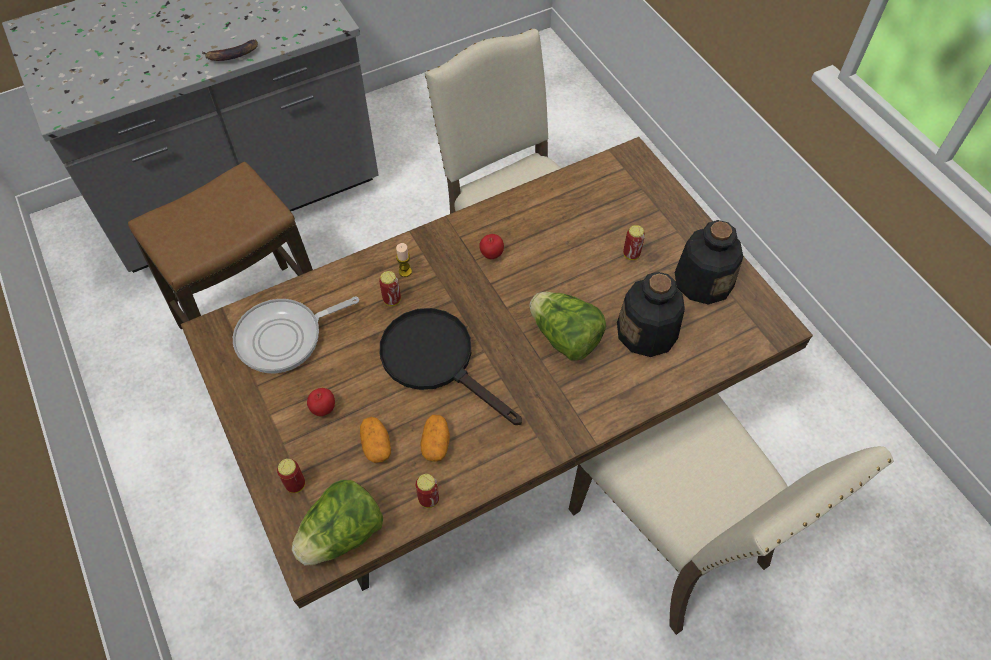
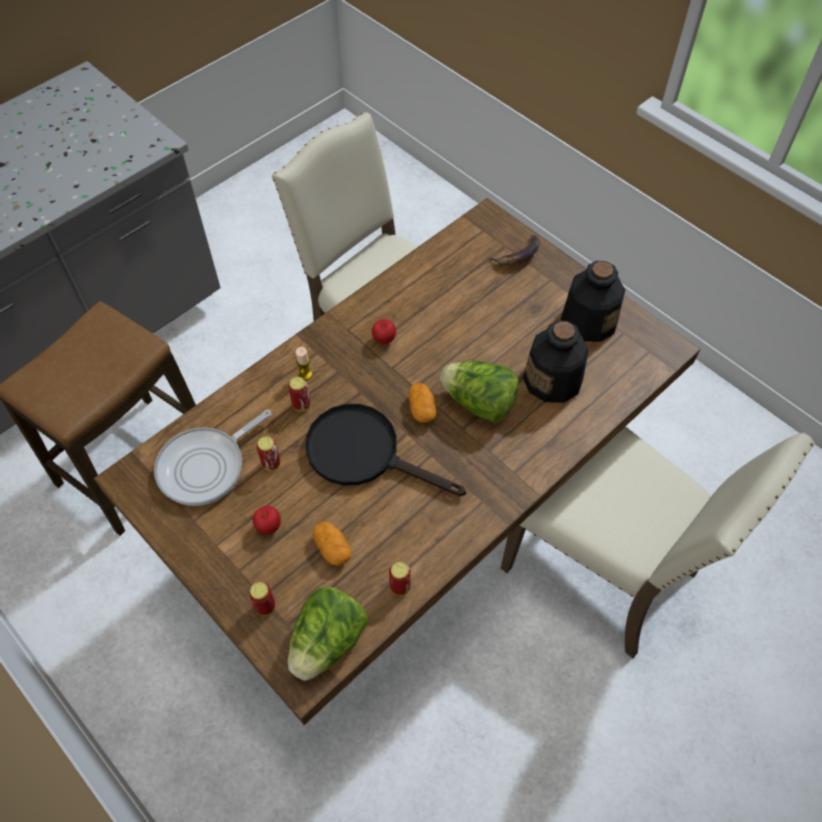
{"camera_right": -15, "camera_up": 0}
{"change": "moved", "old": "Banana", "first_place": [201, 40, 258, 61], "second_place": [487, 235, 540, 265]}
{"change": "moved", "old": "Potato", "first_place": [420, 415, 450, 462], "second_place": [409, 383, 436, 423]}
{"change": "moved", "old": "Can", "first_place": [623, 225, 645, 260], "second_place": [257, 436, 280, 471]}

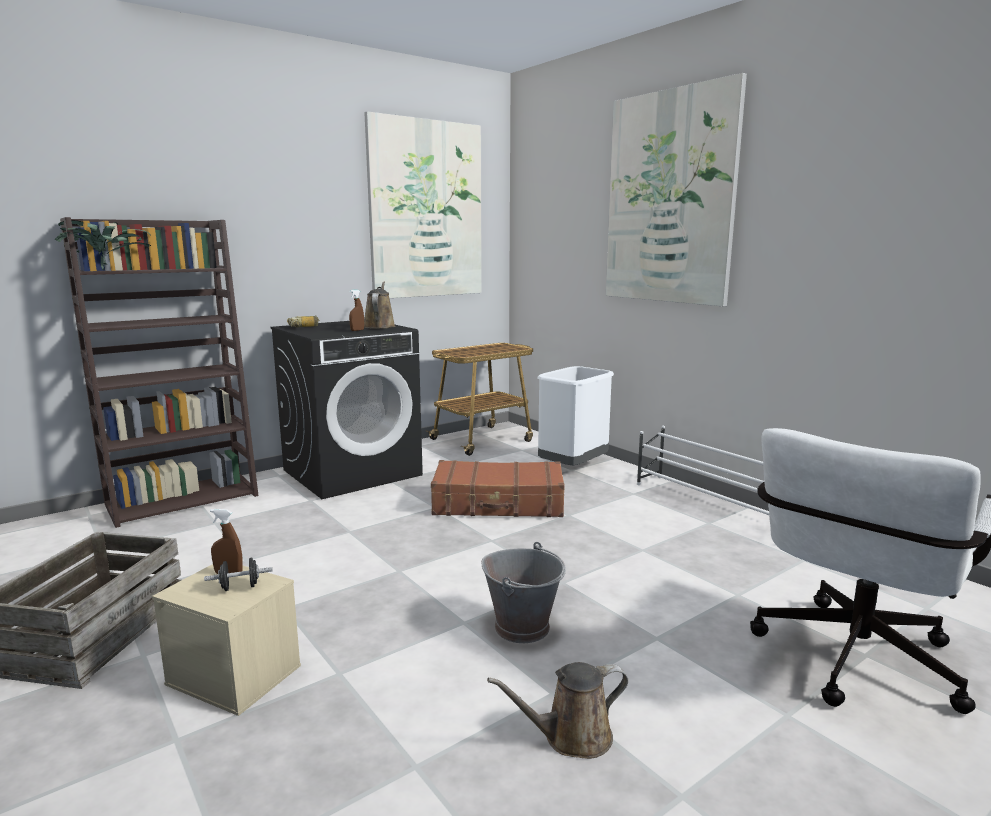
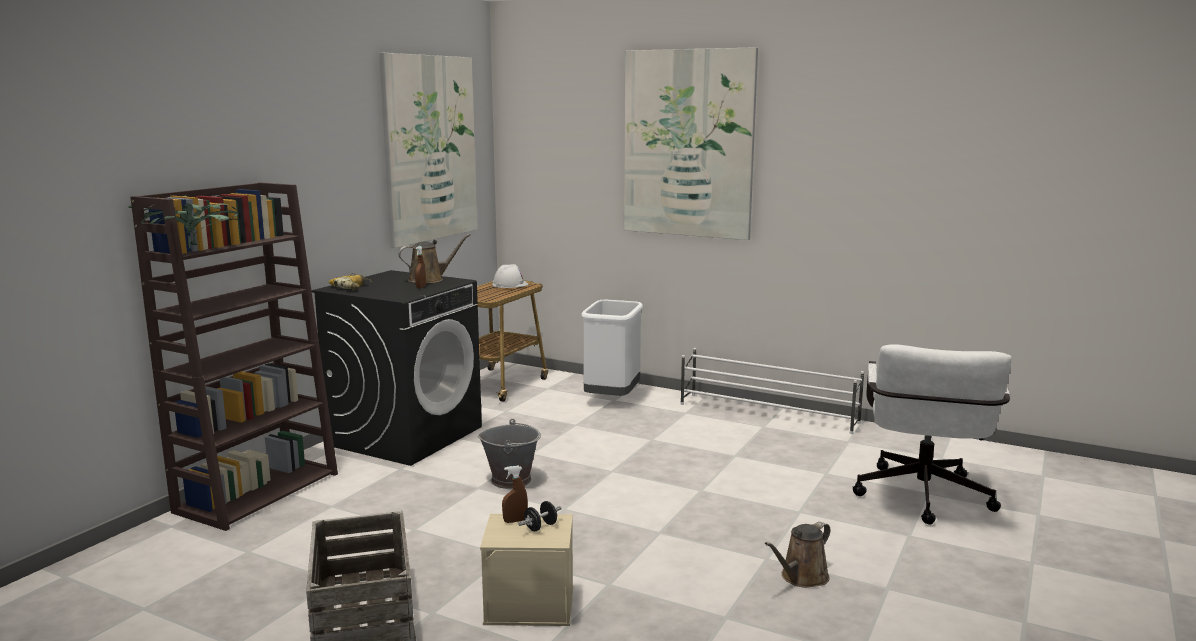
{"camera_right": -25, "camera_up": 0}
{"change": "turned", "old": "BrownWateringCan", "first_place": [364, 281, 396, 329], "second_place": [398, 234, 470, 283], "degrees": 90}
{"change": "removed", "old": "BrownSuitcase", "first_place": [431, 460, 565, 517]}
{"change": "moved", "old": "GreyBucket", "first_place": [482, 542, 566, 643], "second_place": [478, 419, 541, 489]}
{"change": "added", "new": "WhiteHardHat", "second_place": [492, 264, 529, 288]}

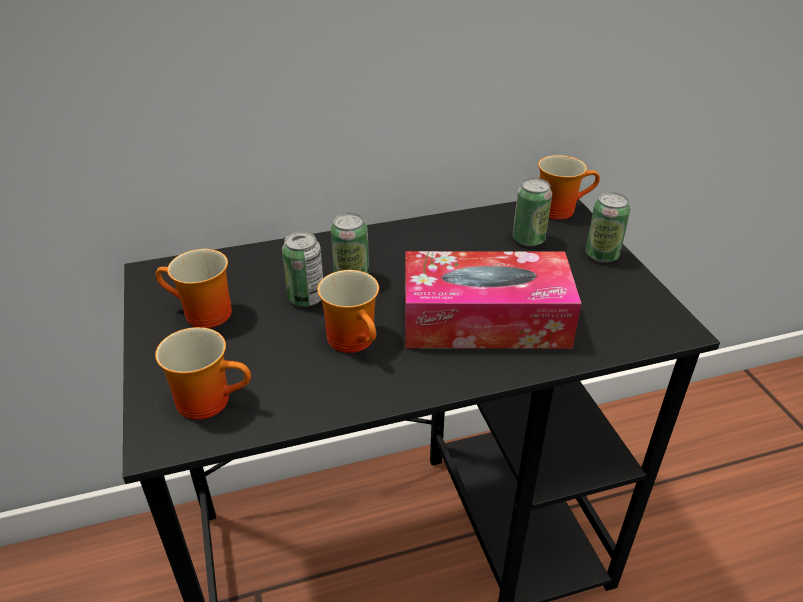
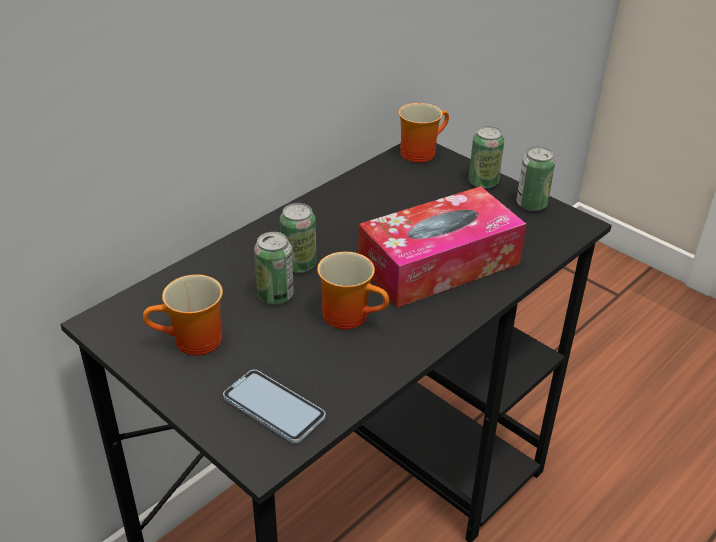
{"camera_right": -30, "camera_up": 0}
{"change": "replaced", "old": "Mug", "new": "Phone", "first_place": [155, 327, 251, 420], "second_place": [223, 370, 326, 443]}
{"change": "moved", "old": "Can", "first_place": [513, 178, 552, 246], "second_place": [516, 146, 555, 211]}

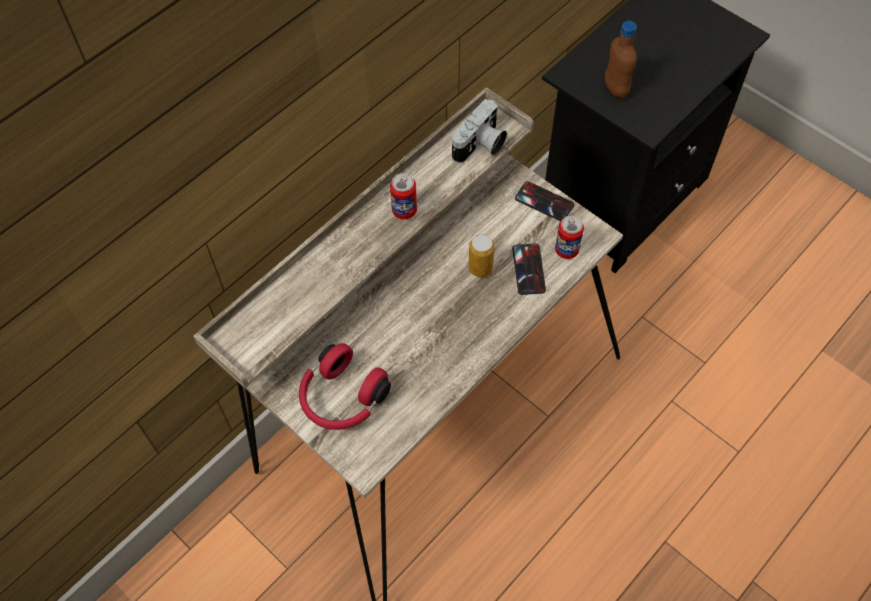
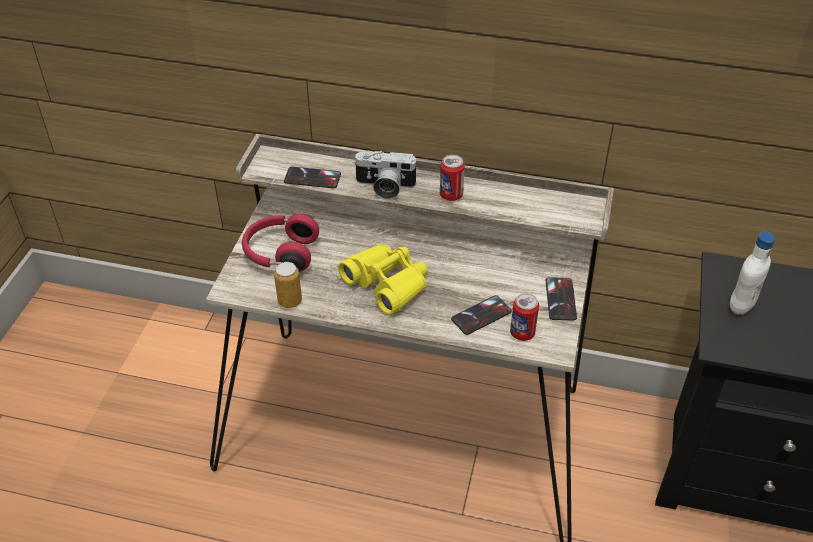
{"camera_right": 60, "camera_up": -15}
{"change": "moved", "old": "PhotoCamera", "first_place": [452, 99, 507, 163], "second_place": [353, 151, 419, 199]}
{"change": "moved", "old": "Can", "first_place": [469, 234, 495, 277], "second_place": [274, 262, 302, 308]}
{"change": "recoloured", "old": "BrownBottle", "new": "WhiteBottle", "first_place": [605, 21, 637, 98], "second_place": [730, 232, 775, 314]}
{"change": "added", "new": "Phone", "second_place": [284, 167, 341, 188]}
{"change": "added", "new": "YellowBinoculars", "second_place": [338, 244, 428, 315]}

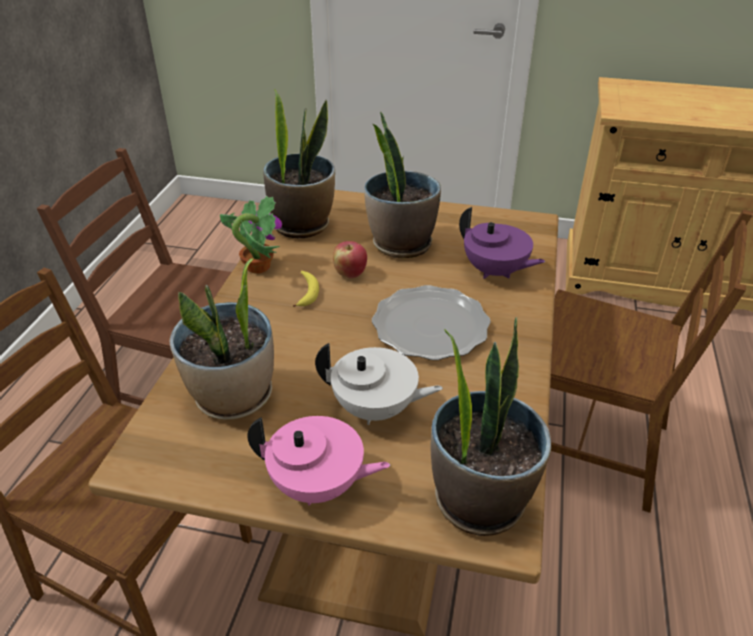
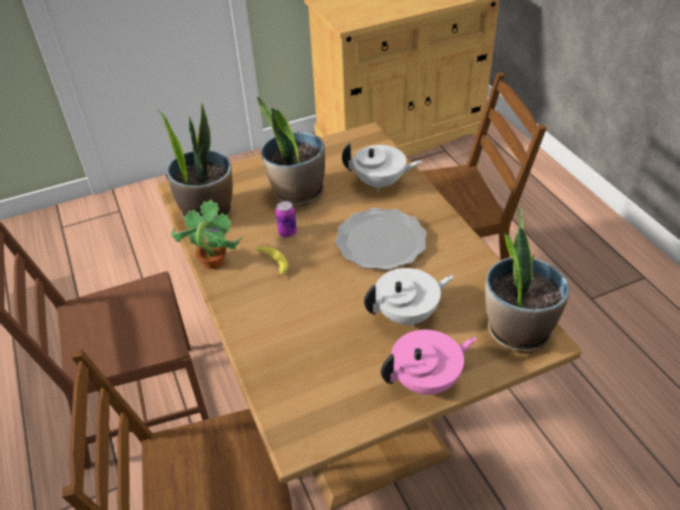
{"camera_right": -35, "camera_up": 5}
{"change": "removed", "old": "PottedPlant", "first_place": [170, 258, 274, 420]}
{"change": "replaced", "old": "Apple", "new": "Can", "first_place": [333, 241, 367, 278], "second_place": [275, 201, 297, 238]}
{"change": "recoloured", "old": "PurpleTeapot", "new": "WhiteTeapot", "first_place": [459, 207, 545, 279], "second_place": [342, 143, 422, 192]}

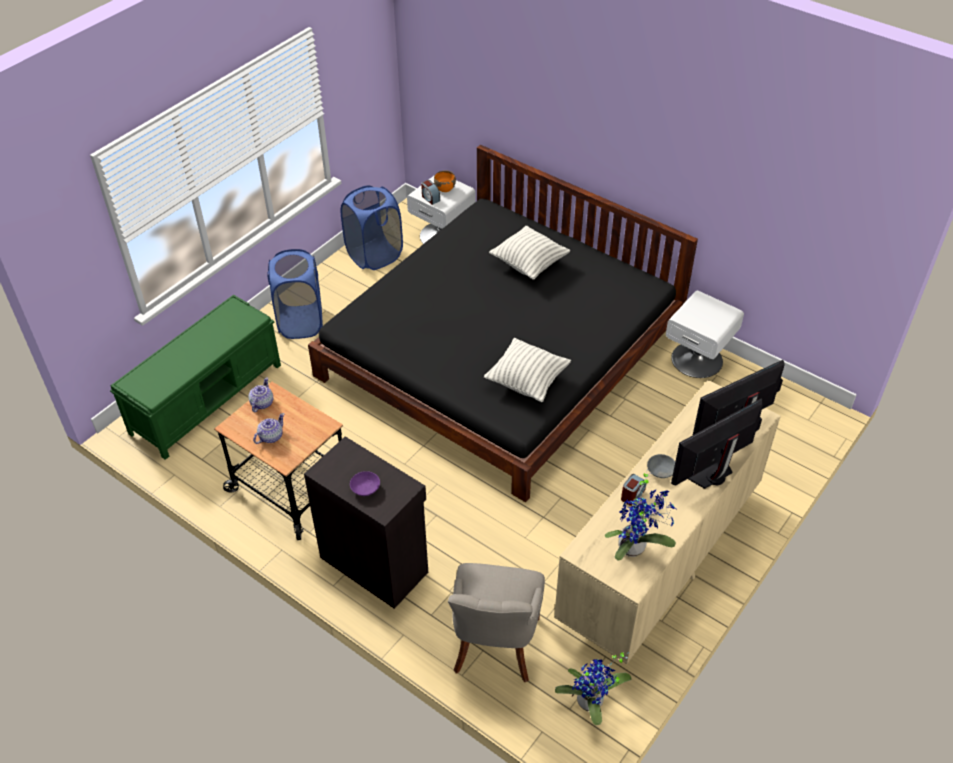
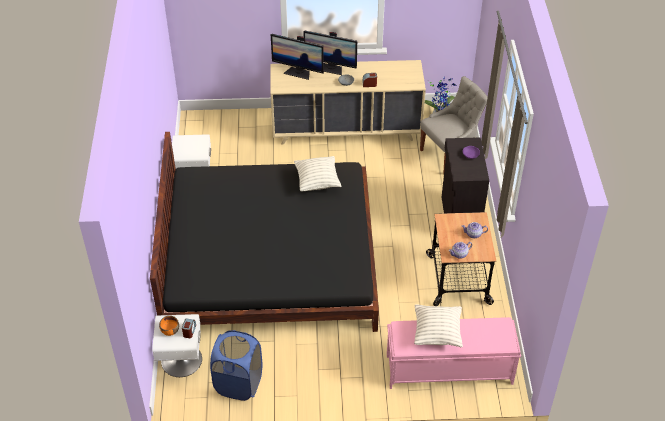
{"camera_right": -130, "camera_up": 0}
{"change": "recoloured", "old": "GreenBench", "new": "PinkBench", "first_place": [110, 295, 281, 460], "second_place": [387, 317, 521, 389]}
{"change": "removed", "old": "BlueLaundryBasket", "first_place": [268, 249, 323, 339]}
{"change": "moved", "old": "Pillow", "first_place": [489, 226, 570, 279], "second_place": [414, 304, 463, 347]}
{"change": "removed", "old": "PottedPlant", "first_place": [605, 469, 676, 560]}

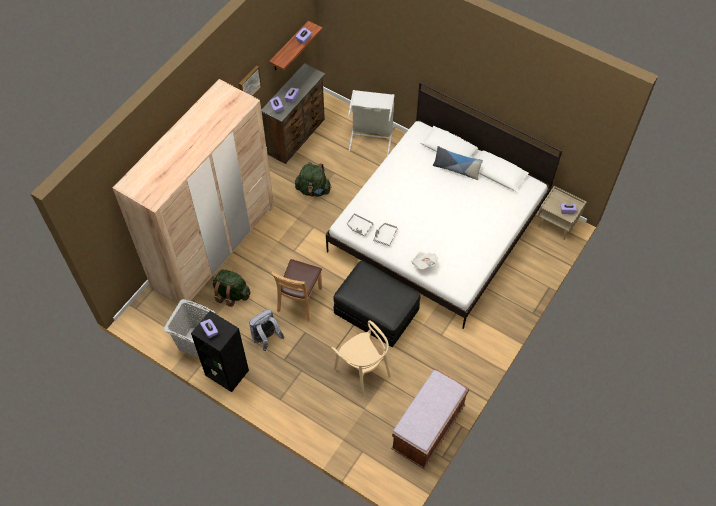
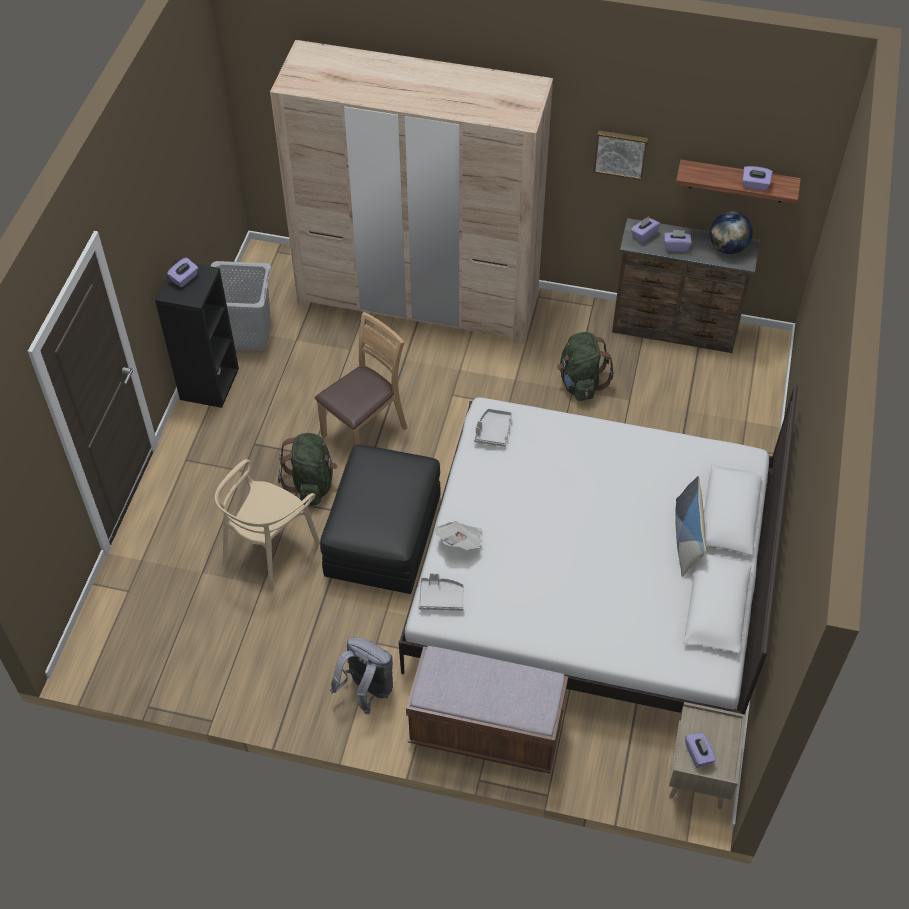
{"camera_right": 70, "camera_up": -5}
{"change": "moved", "old": "GreenBackpack", "first_place": [213, 270, 250, 307], "second_place": [278, 433, 337, 506]}
{"change": "moved", "old": "GreyBackpack", "first_place": [249, 309, 285, 351], "second_place": [330, 637, 393, 714]}
{"change": "turned", "old": "BrownChair", "first_place": [271, 259, 322, 322], "second_place": [315, 312, 407, 447], "degrees": 135}
{"change": "removed", "old": "GreyLaundryBasket", "first_place": [348, 90, 395, 156]}
{"change": "moved", "old": "GreyTray", "first_place": [373, 223, 398, 246], "second_place": [418, 573, 465, 611]}
{"change": "moved", "old": "BrownBench", "first_place": [391, 369, 469, 469], "second_place": [406, 646, 568, 774]}
{"change": "added", "new": "Globe", "second_place": [710, 211, 753, 254]}

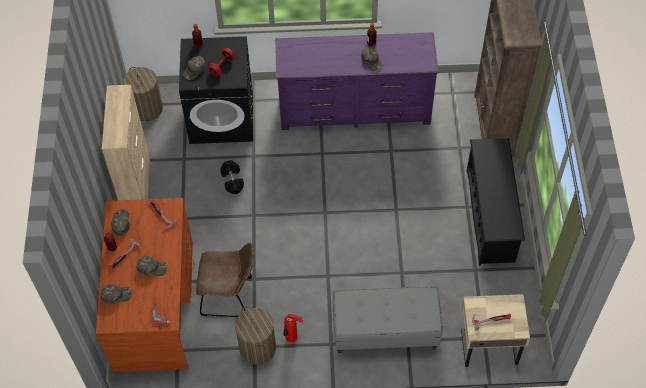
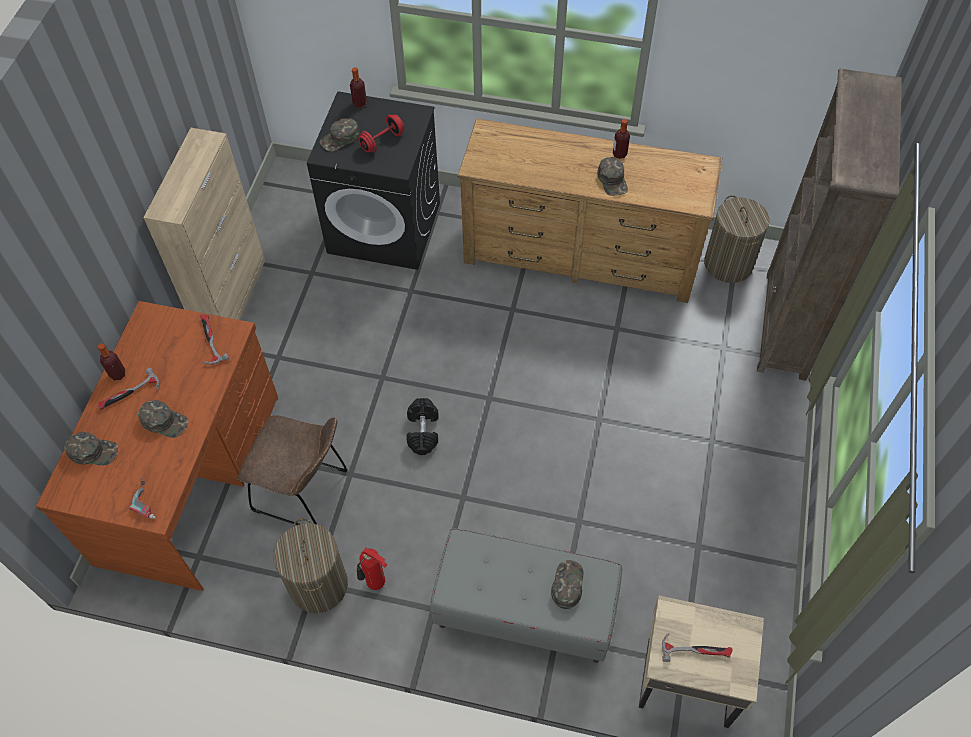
{"camera_right": 15, "camera_up": 0}
{"change": "moved", "old": "GreenCap", "first_place": [111, 209, 130, 235], "second_place": [551, 560, 584, 609]}
{"change": "moved", "old": "LaundryBasket", "first_place": [123, 67, 163, 122], "second_place": [704, 195, 770, 283]}
{"change": "moved", "old": "BlackDumbbell", "first_place": [220, 160, 244, 194], "second_place": [406, 398, 438, 455]}
{"change": "recoloured", "old": "PurpleDresser", "new": "BrownDresser", "first_place": [275, 32, 439, 130], "second_place": [458, 118, 722, 303]}
{"change": "removed", "old": "BlackShoeRack", "first_place": [467, 138, 525, 265]}

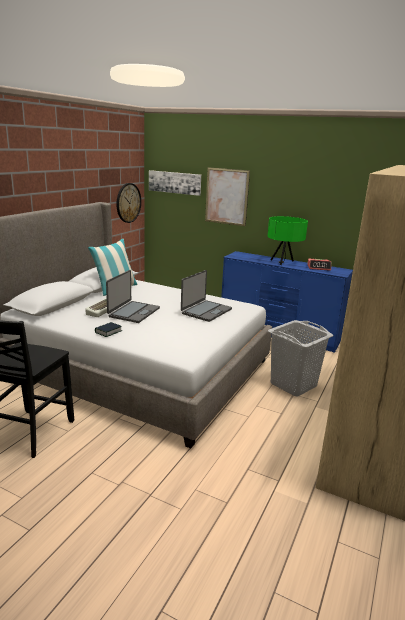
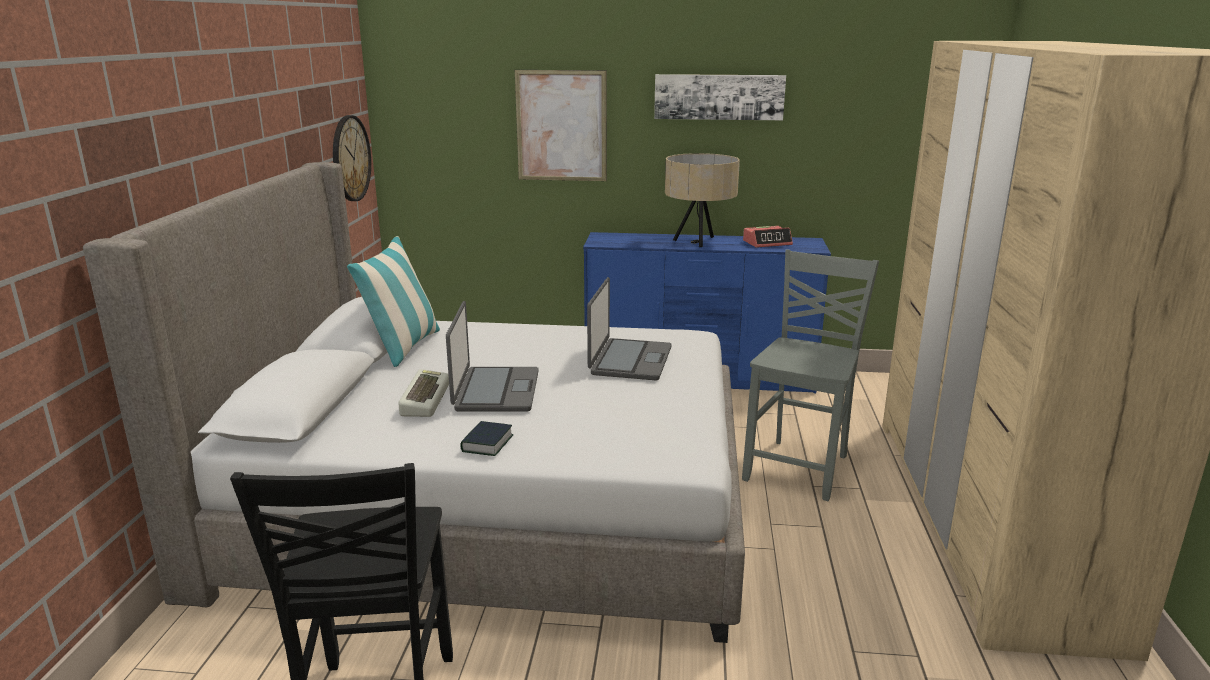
{"camera_right": -20, "camera_up": 0}
{"change": "moved", "old": "Picture", "first_place": [149, 170, 201, 196], "second_place": [654, 74, 786, 120]}
{"change": "recoloured", "old": "GreenTableLamp", "new": "BeigeTableLamp", "first_place": [267, 216, 308, 265], "second_place": [665, 153, 740, 247]}
{"change": "replaced", "old": "GreyLaundryBasket", "new": "GreyChair", "first_place": [268, 320, 333, 396], "second_place": [742, 250, 879, 501]}

